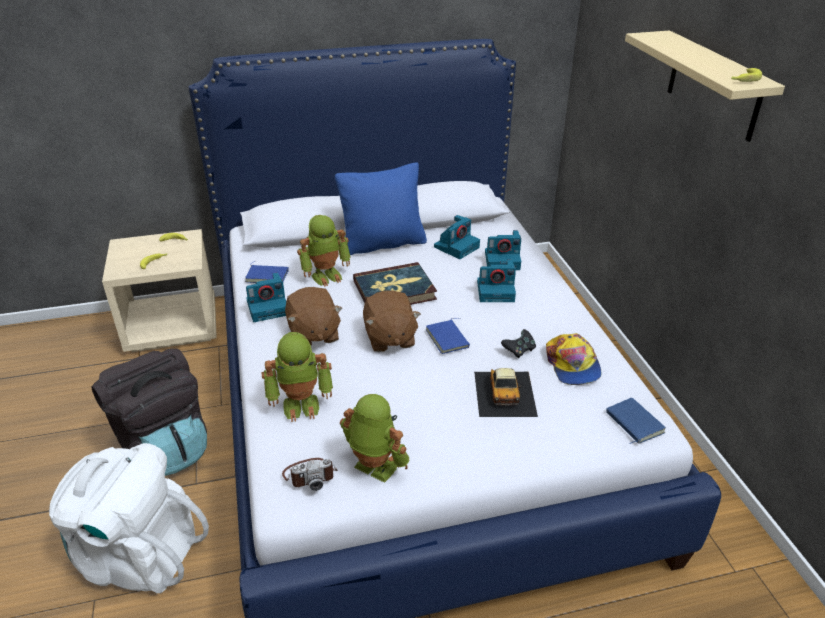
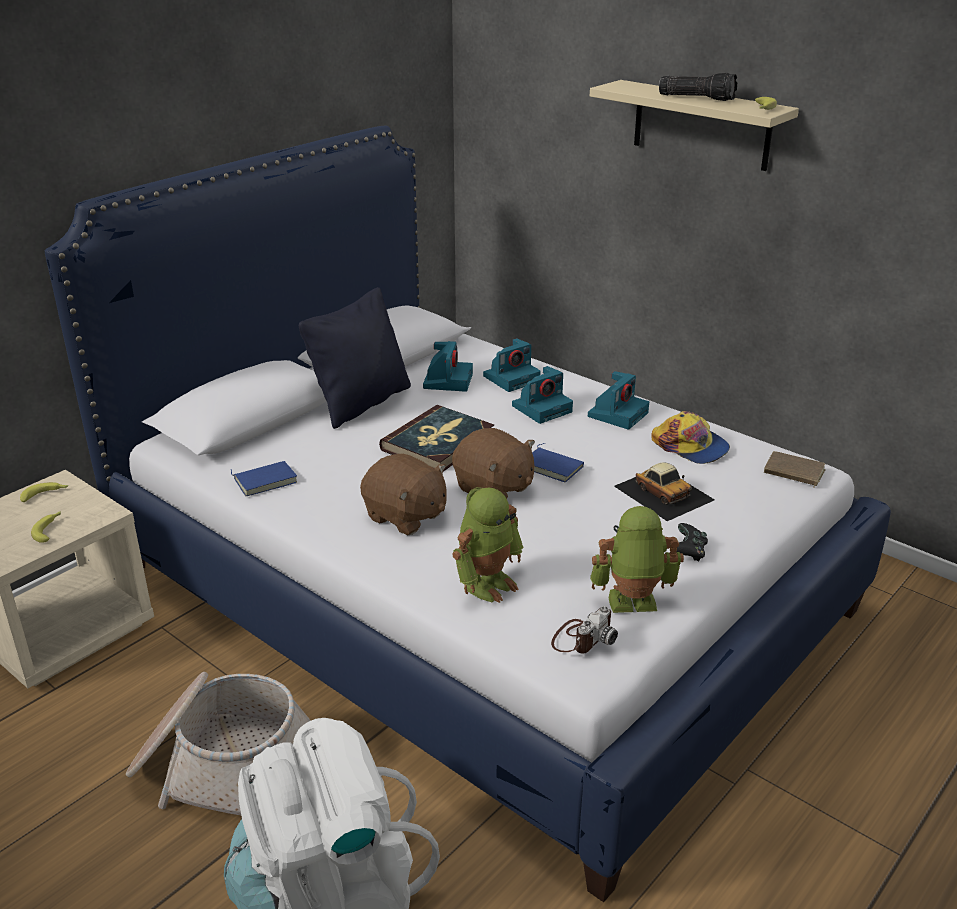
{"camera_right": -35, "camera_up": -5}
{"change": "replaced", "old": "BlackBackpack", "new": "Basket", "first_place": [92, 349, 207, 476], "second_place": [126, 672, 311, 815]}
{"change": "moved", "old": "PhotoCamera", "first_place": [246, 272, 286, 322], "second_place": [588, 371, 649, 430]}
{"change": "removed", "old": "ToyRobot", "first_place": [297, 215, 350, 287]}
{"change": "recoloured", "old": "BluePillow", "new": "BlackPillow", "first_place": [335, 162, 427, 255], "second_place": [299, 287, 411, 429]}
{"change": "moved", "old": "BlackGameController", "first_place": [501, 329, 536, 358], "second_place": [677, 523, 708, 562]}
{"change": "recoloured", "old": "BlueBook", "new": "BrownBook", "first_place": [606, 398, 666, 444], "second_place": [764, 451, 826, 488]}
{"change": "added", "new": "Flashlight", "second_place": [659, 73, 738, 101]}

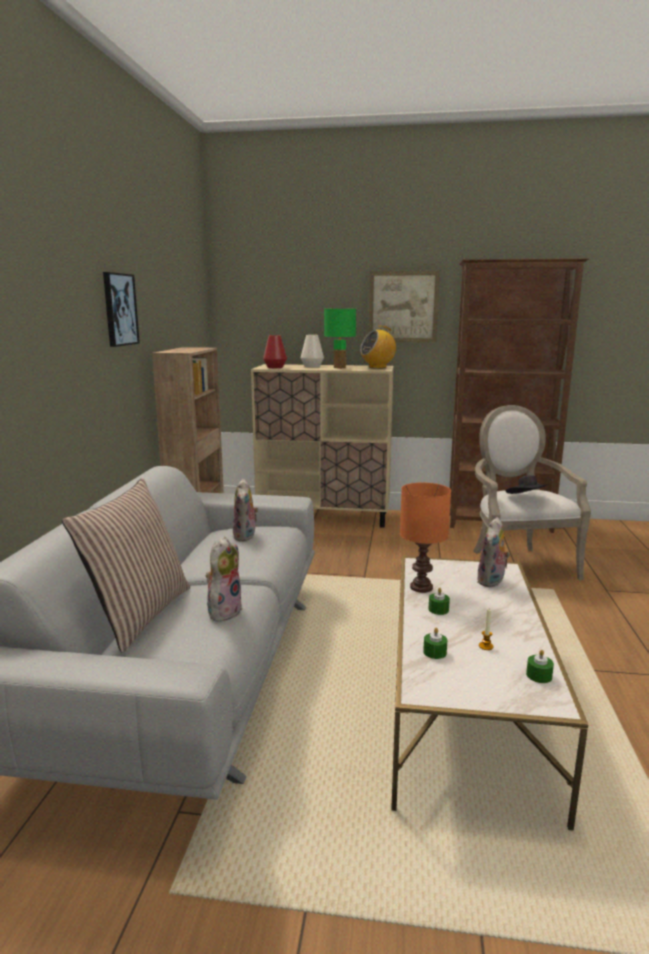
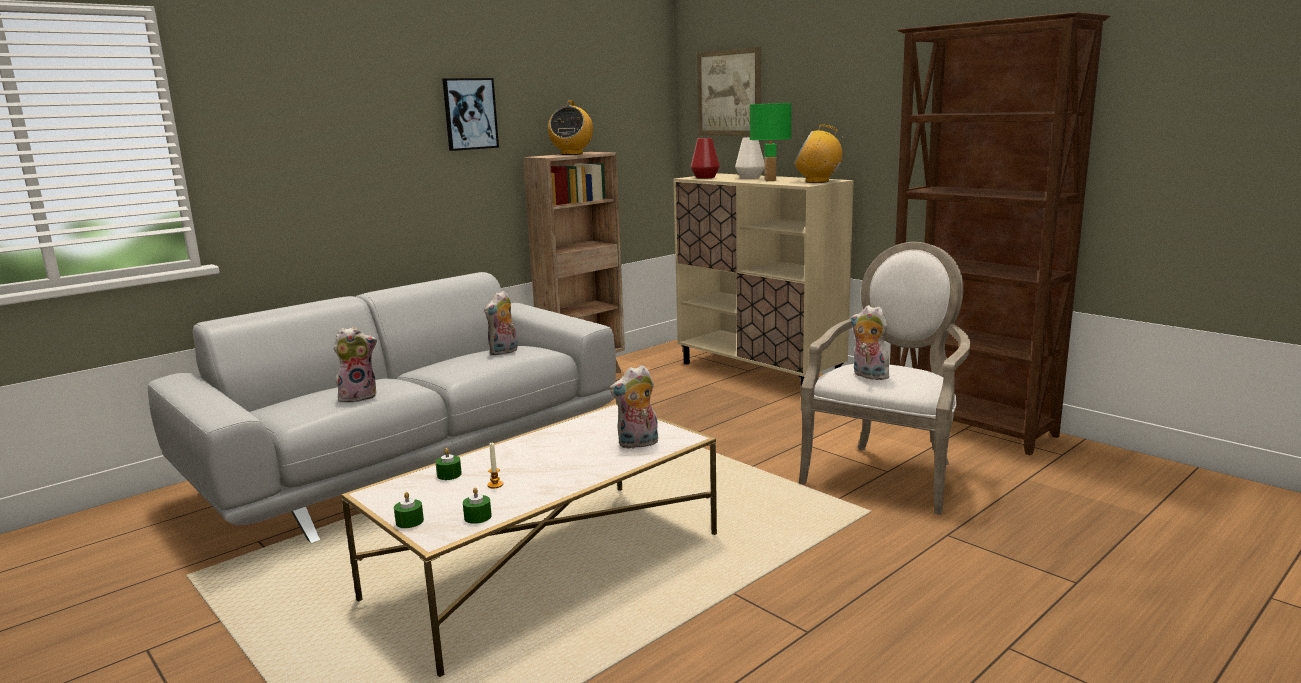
{"camera_right": 40, "camera_up": 0}
{"change": "removed", "old": "Pillow", "first_place": [62, 478, 190, 653]}
{"change": "moved", "old": "Picture", "first_place": [369, 271, 440, 342], "second_place": [697, 47, 761, 136]}
{"change": "removed", "old": "OrangeTableLamp", "first_place": [400, 483, 451, 593]}
{"change": "moved", "old": "GreenCandle", "first_place": [429, 588, 450, 615], "second_place": [394, 492, 424, 528]}
{"change": "replaced", "old": "BlackHat", "new": "PlushToy", "first_place": [506, 475, 549, 494], "second_place": [850, 305, 889, 380]}
{"change": "added", "new": "Radio", "second_place": [548, 100, 593, 155]}

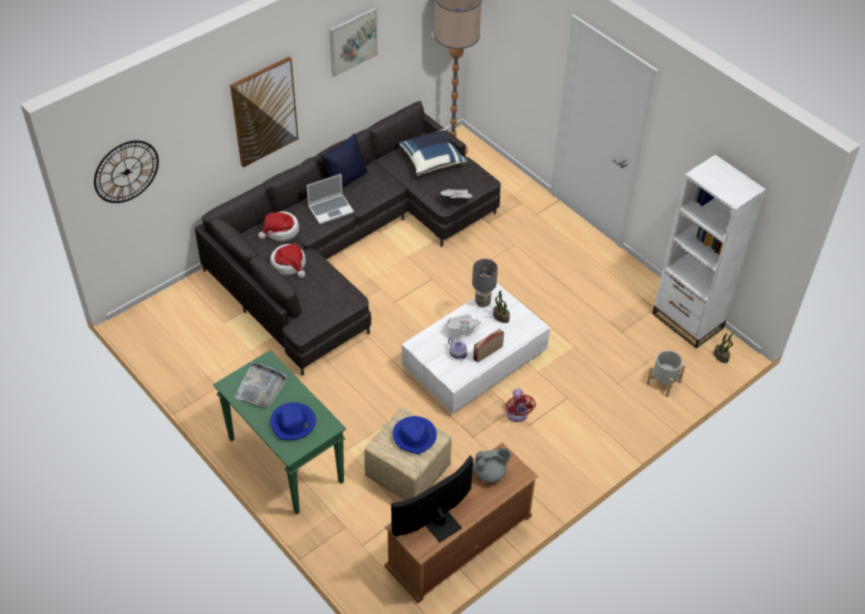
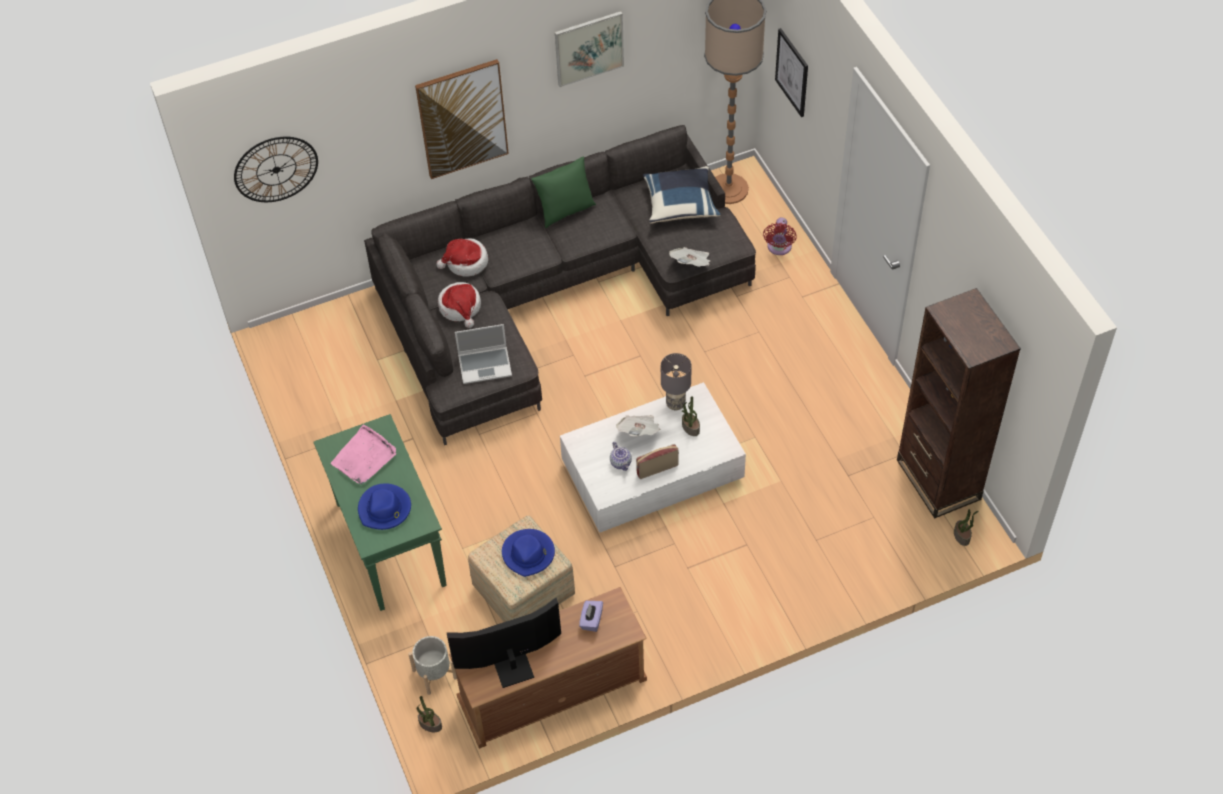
{"camera_right": 20, "camera_up": 5}
{"change": "recoloured", "old": "GreyTray", "new": "PinkTray", "first_place": [234, 362, 288, 408], "second_place": [330, 424, 396, 484]}
{"change": "moved", "old": "Laptop", "first_place": [307, 174, 354, 224], "second_place": [455, 324, 512, 384]}
{"change": "recoloured", "old": "BluePillow", "new": "GreenPillow", "first_place": [320, 133, 368, 189], "second_place": [531, 157, 596, 228]}
{"change": "replaced", "old": "GreyTeapot", "new": "PurpleTissueBox", "first_place": [473, 448, 511, 483], "second_place": [579, 601, 603, 632]}
{"change": "moved", "old": "RedFan", "first_place": [506, 389, 536, 422], "second_place": [763, 217, 796, 255]}
{"change": "moved", "old": "GreyPlanter", "first_place": [646, 350, 686, 397], "second_place": [408, 636, 457, 695]}
{"change": "recoloured", "old": "WhiteBookcase", "new": "BrownBookcase", "first_place": [652, 155, 766, 349], "second_place": [897, 288, 1021, 518]}
{"change": "added", "new": "PottedPlant", "second_place": [417, 696, 442, 732]}
{"change": "added", "new": "Picture", "second_place": [775, 28, 808, 117]}

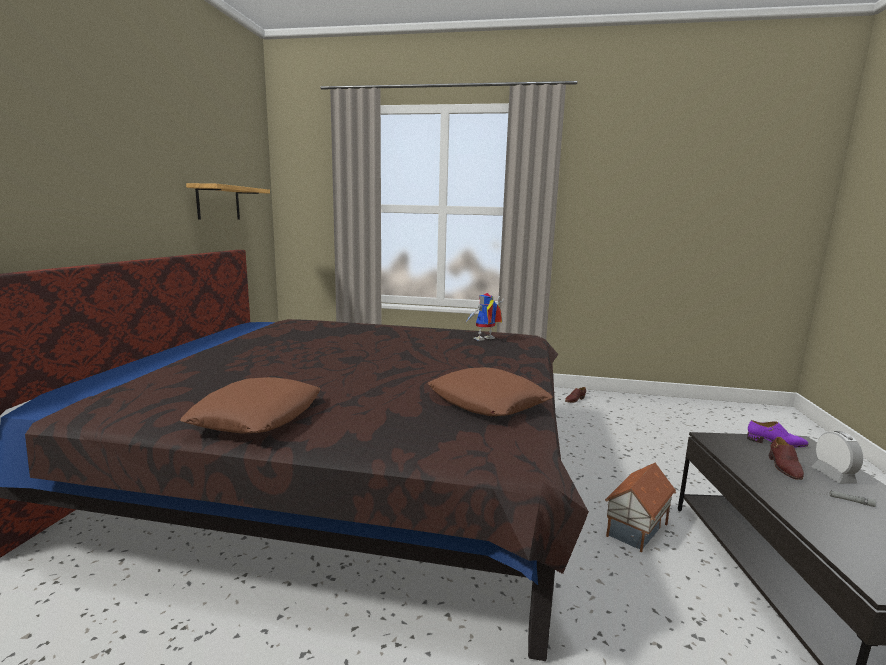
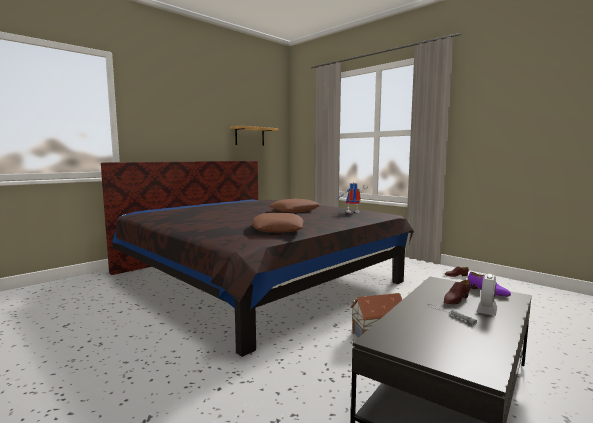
{"camera_right": 35, "camera_up": -5}
{"change": "moved", "old": "BrownPillow", "first_place": [180, 377, 321, 434], "second_place": [269, 198, 320, 213]}

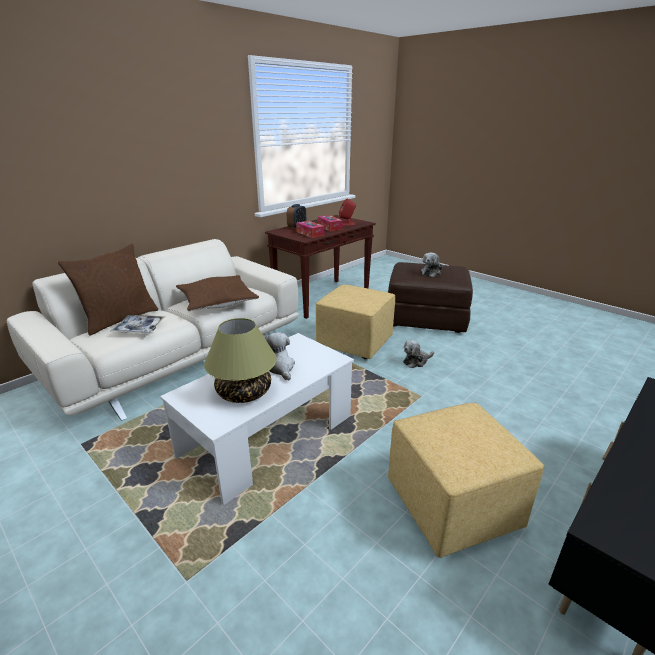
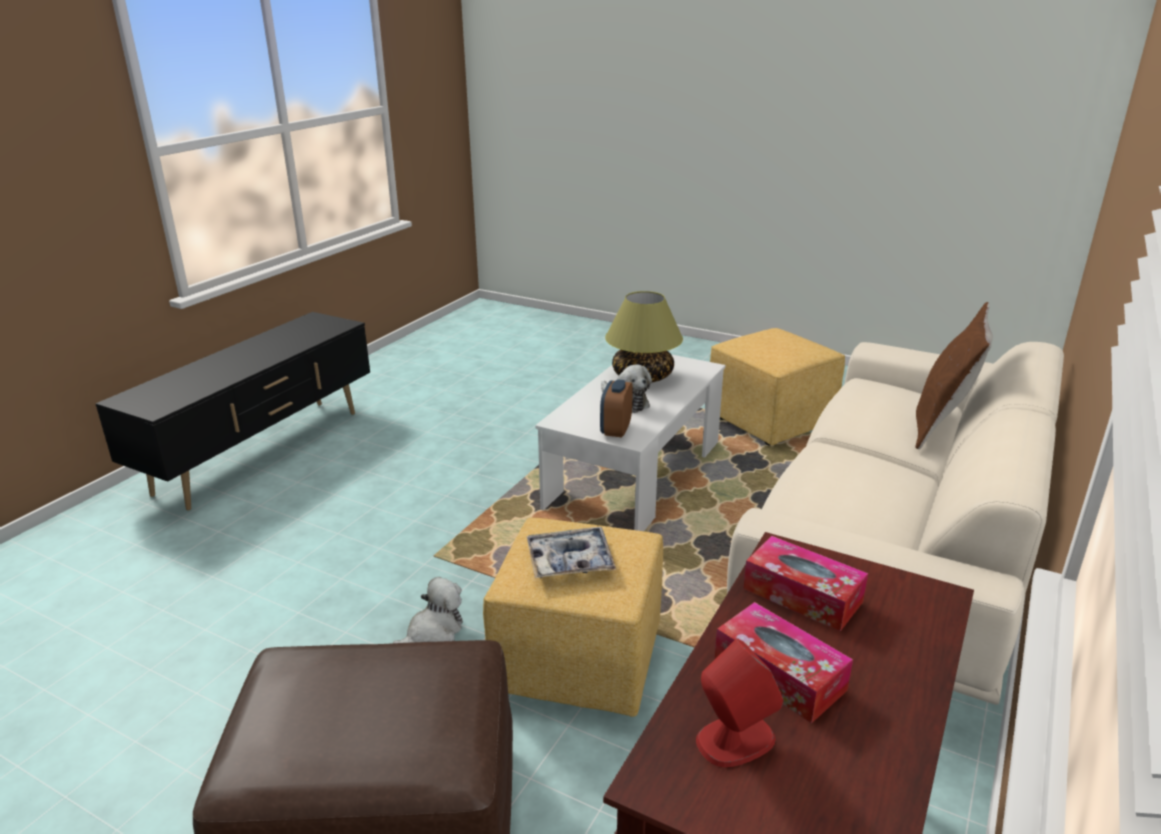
{"camera_right": 165, "camera_up": 0}
{"change": "moved", "old": "Tray", "first_place": [110, 315, 164, 334], "second_place": [527, 527, 616, 578]}
{"change": "removed", "old": "BrownPillow", "first_place": [176, 275, 259, 311]}
{"change": "moved", "old": "AlarmClock", "first_place": [287, 204, 306, 229], "second_place": [600, 379, 633, 437]}
{"change": "moved", "old": "YellowOttoman", "first_place": [388, 402, 545, 558], "second_place": [710, 328, 845, 446]}
{"change": "removed", "old": "PlushToy", "first_place": [421, 252, 443, 277]}

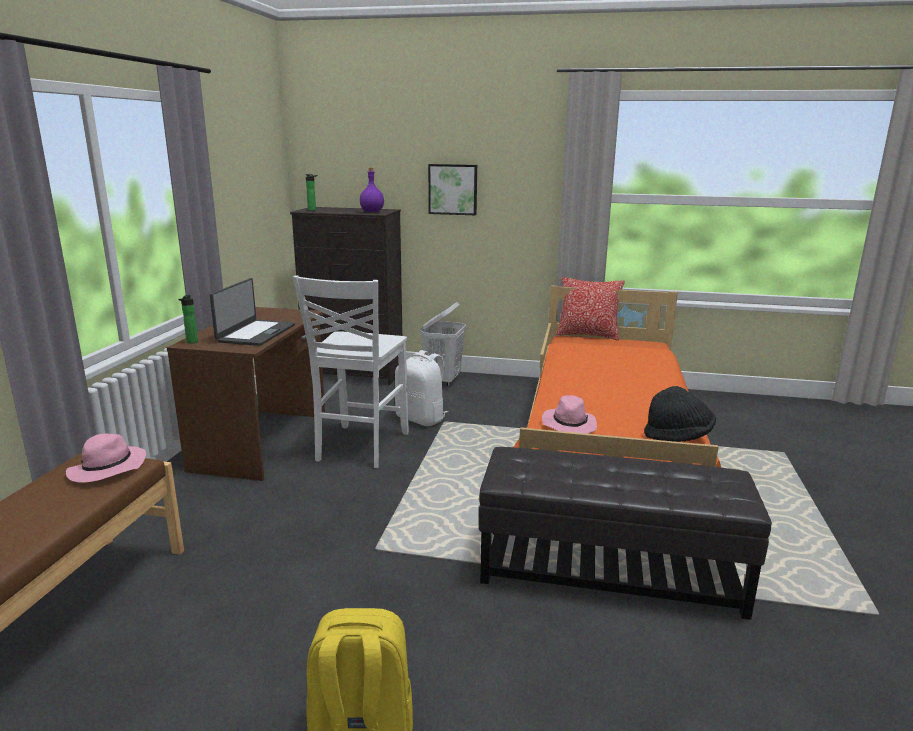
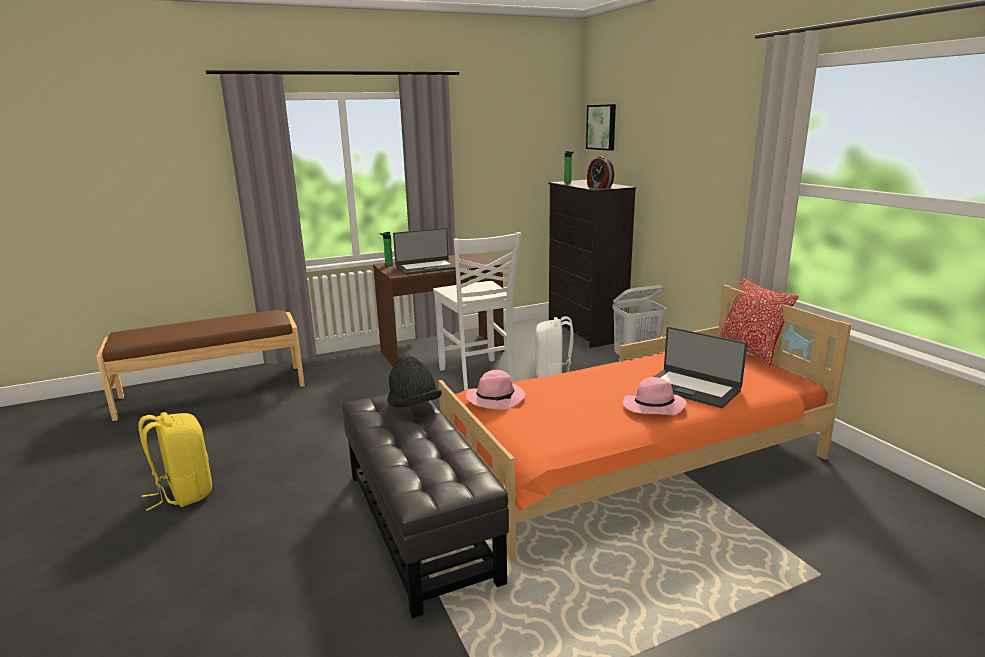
{"camera_right": 55, "camera_up": 0}
{"change": "moved", "old": "PinkHat", "first_place": [66, 434, 146, 483], "second_place": [623, 377, 686, 416]}
{"change": "turned", "old": "WhiteChair", "first_place": [293, 275, 409, 468], "second_place": [433, 232, 521, 390], "degrees": -90}
{"change": "replaced", "old": "PurpleBottle", "new": "AlarmClock", "first_place": [360, 168, 384, 212], "second_place": [587, 157, 614, 189]}
{"change": "moved", "old": "Picture", "first_place": [428, 164, 477, 215], "second_place": [586, 104, 616, 151]}
{"change": "moved", "old": "BlackHat", "first_place": [644, 386, 716, 442], "second_place": [387, 355, 442, 408]}
{"change": "added", "new": "Laptop", "second_place": [654, 327, 747, 408]}

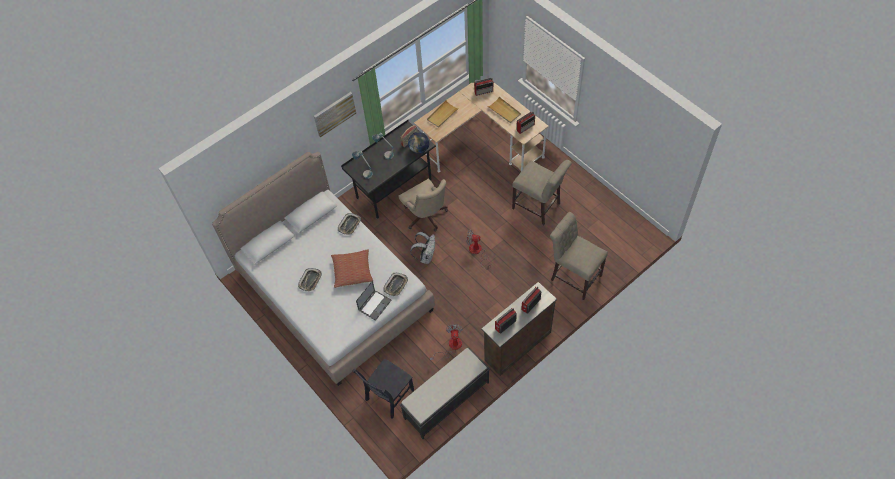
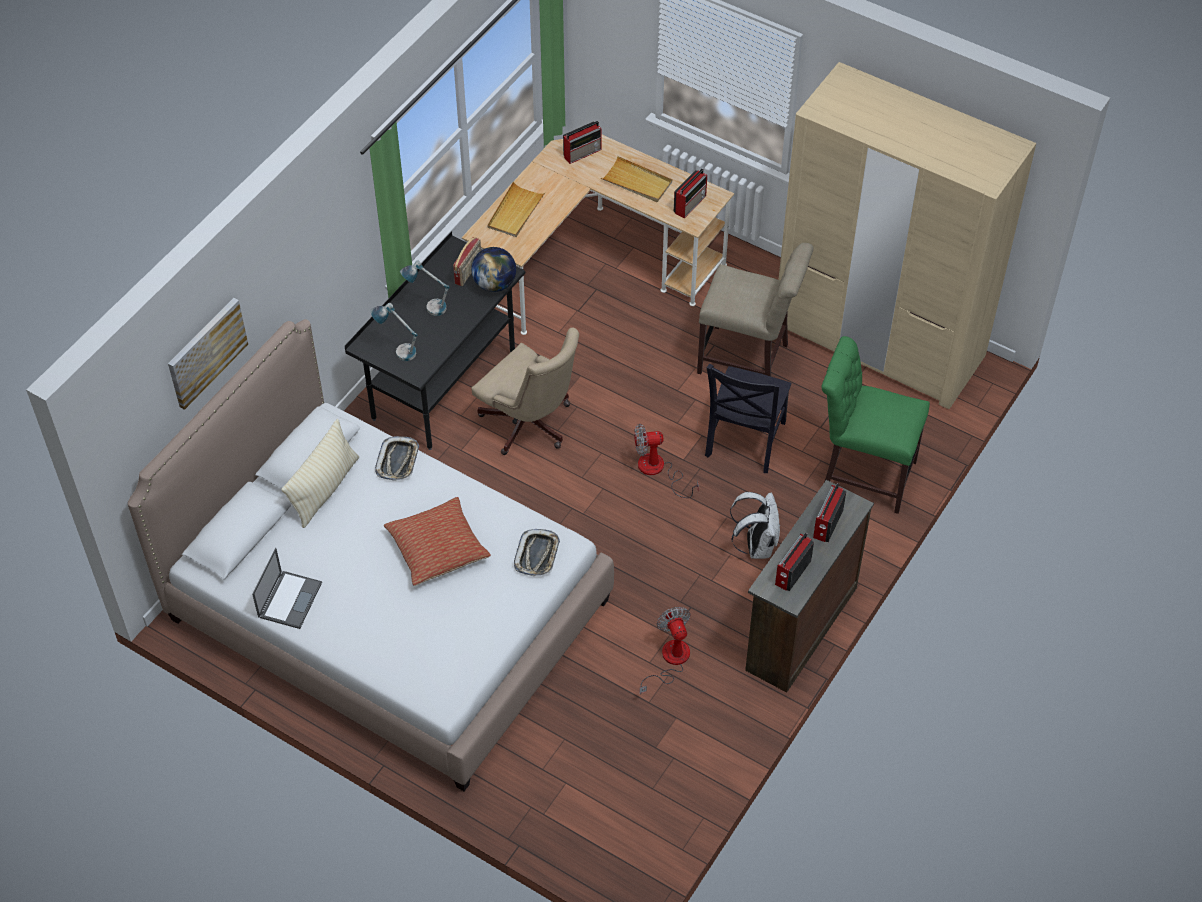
{"camera_right": -20, "camera_up": -5}
{"change": "removed", "old": "Tray", "first_place": [298, 268, 322, 291]}
{"change": "moved", "old": "Picture", "first_place": [314, 92, 356, 137], "second_place": [168, 298, 248, 410]}
{"change": "moved", "old": "BlackChair", "first_place": [352, 358, 414, 419], "second_place": [705, 364, 791, 473]}
{"change": "moved", "old": "Laptop", "first_place": [356, 281, 392, 321], "second_place": [252, 548, 322, 629]}
{"change": "removed", "old": "BlackBench", "first_place": [400, 348, 490, 439]}
{"change": "moved", "old": "WhiteBackpack", "first_place": [410, 232, 435, 264], "second_place": [730, 492, 780, 559]}
{"change": "recoloured", "old": "BeigeChair", "new": "GreenChair", "first_place": [550, 212, 608, 300], "second_place": [821, 336, 930, 514]}
{"change": "added", "new": "BeigePillow", "second_place": [281, 419, 359, 528]}
{"change": "added", "new": "BeigeWardrobe", "second_place": [778, 62, 1036, 409]}

